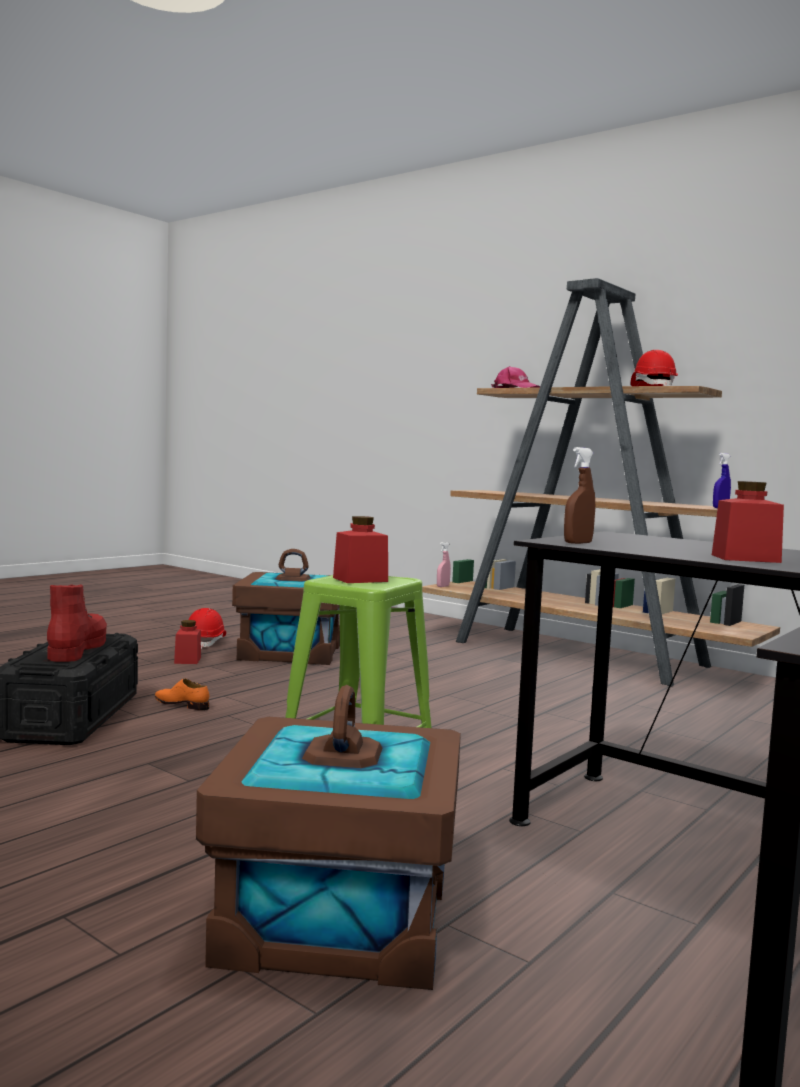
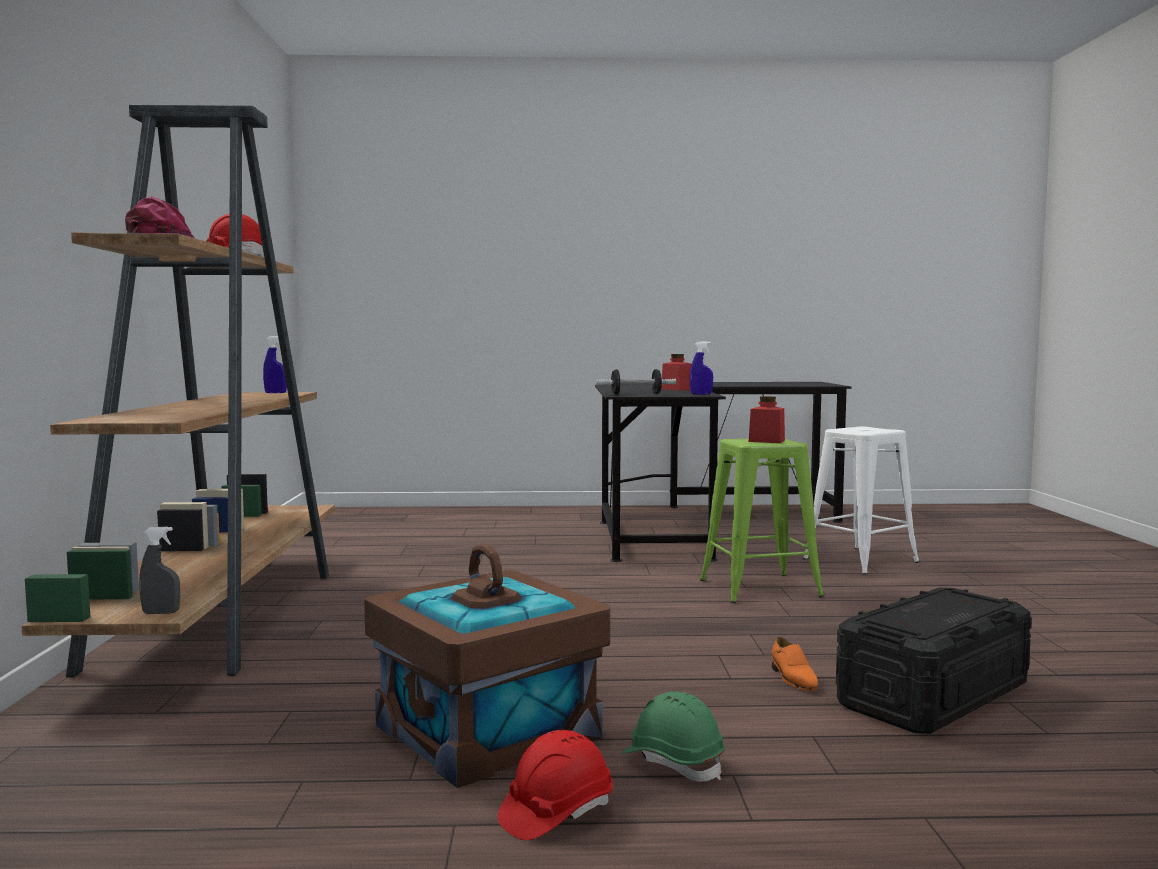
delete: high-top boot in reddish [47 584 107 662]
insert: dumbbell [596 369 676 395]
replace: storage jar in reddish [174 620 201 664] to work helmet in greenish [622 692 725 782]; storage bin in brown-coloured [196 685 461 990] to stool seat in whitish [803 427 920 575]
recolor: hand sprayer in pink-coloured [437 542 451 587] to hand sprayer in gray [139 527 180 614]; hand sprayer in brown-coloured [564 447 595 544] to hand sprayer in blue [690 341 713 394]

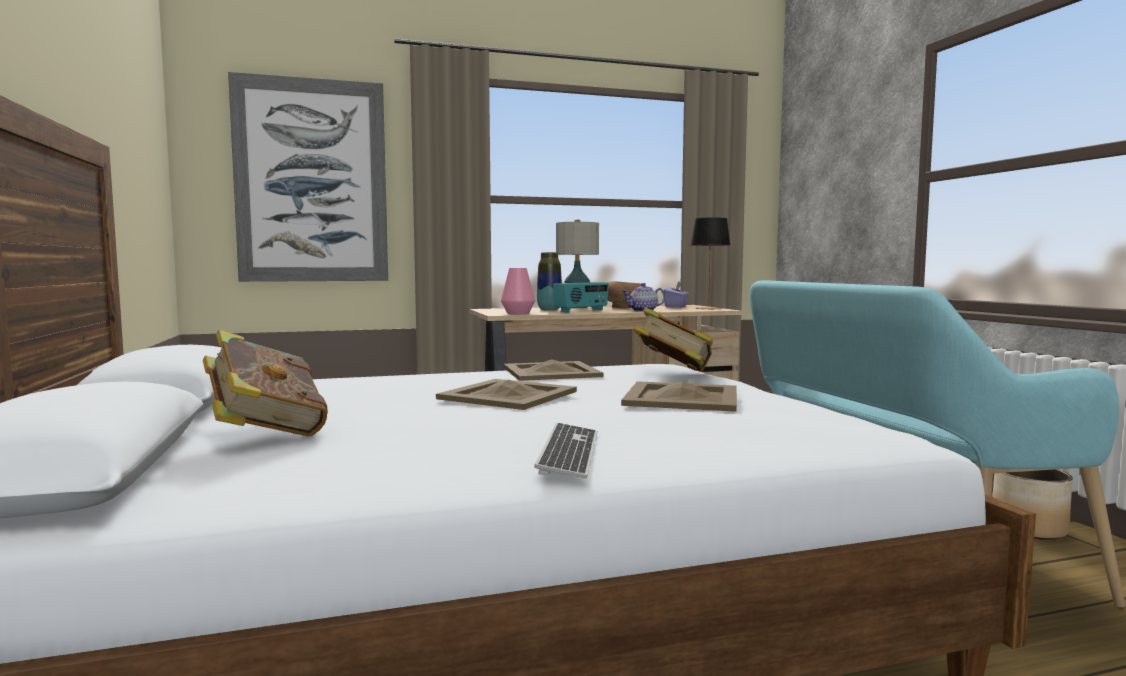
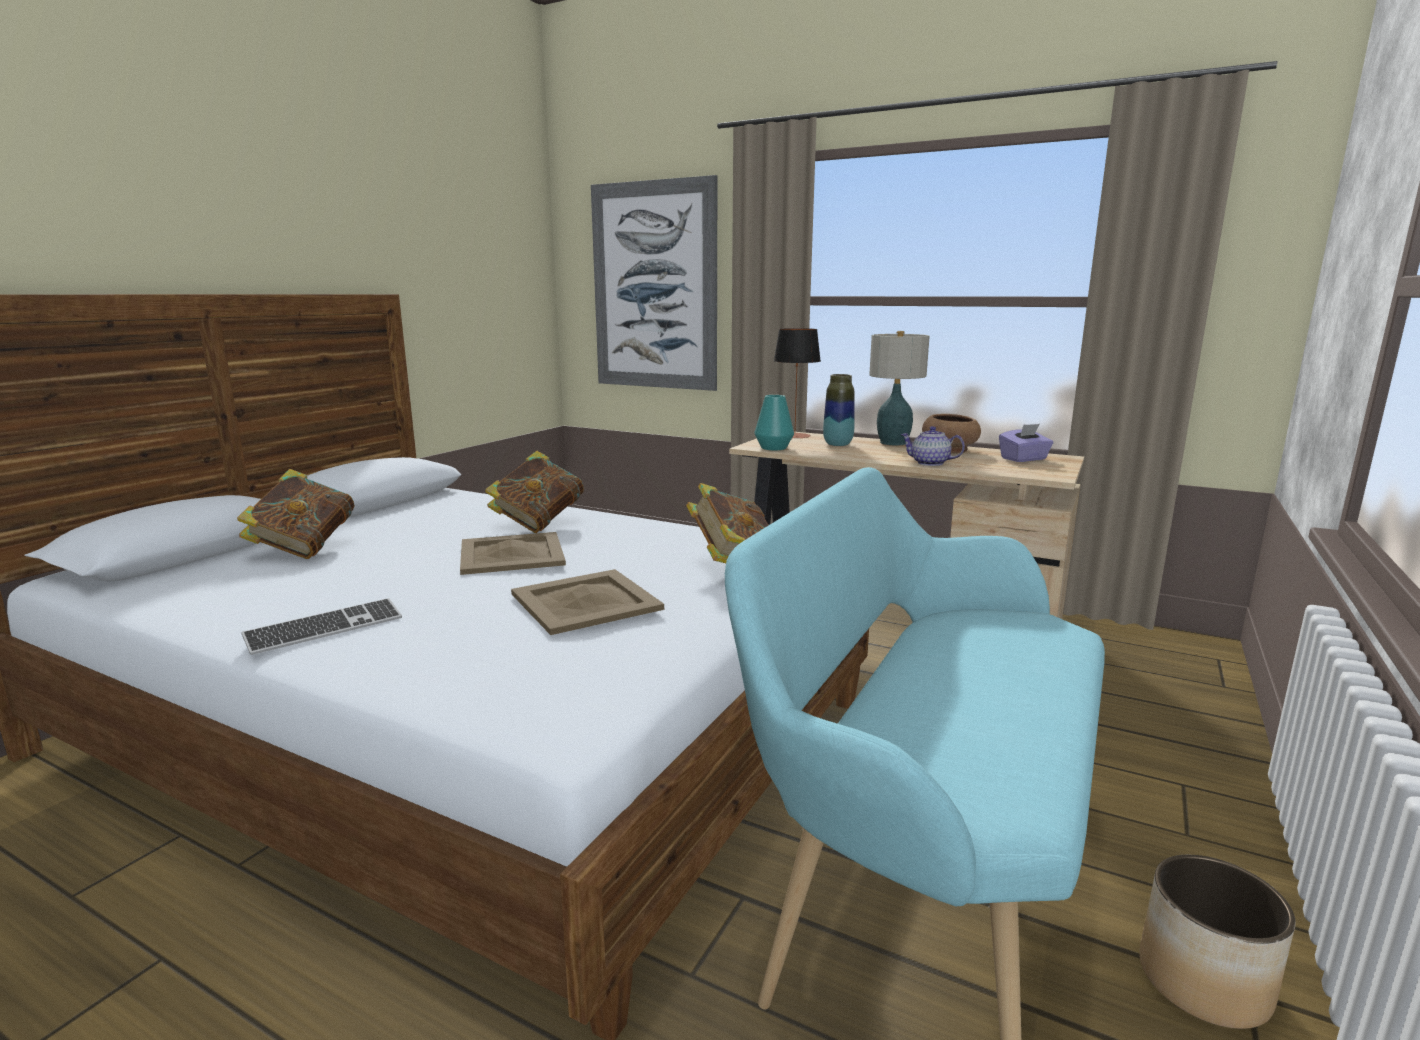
delete: tray in beige [504 359 603 381]; radio set [553 282 609 313]
insert: bound book [485 451 584 533]
move: table lamp [690 218 730 310] to [774 328 821 438]
recolor: vase in pink-coloured [501 268 535 314] to vase in turquoise [754 395 794 450]

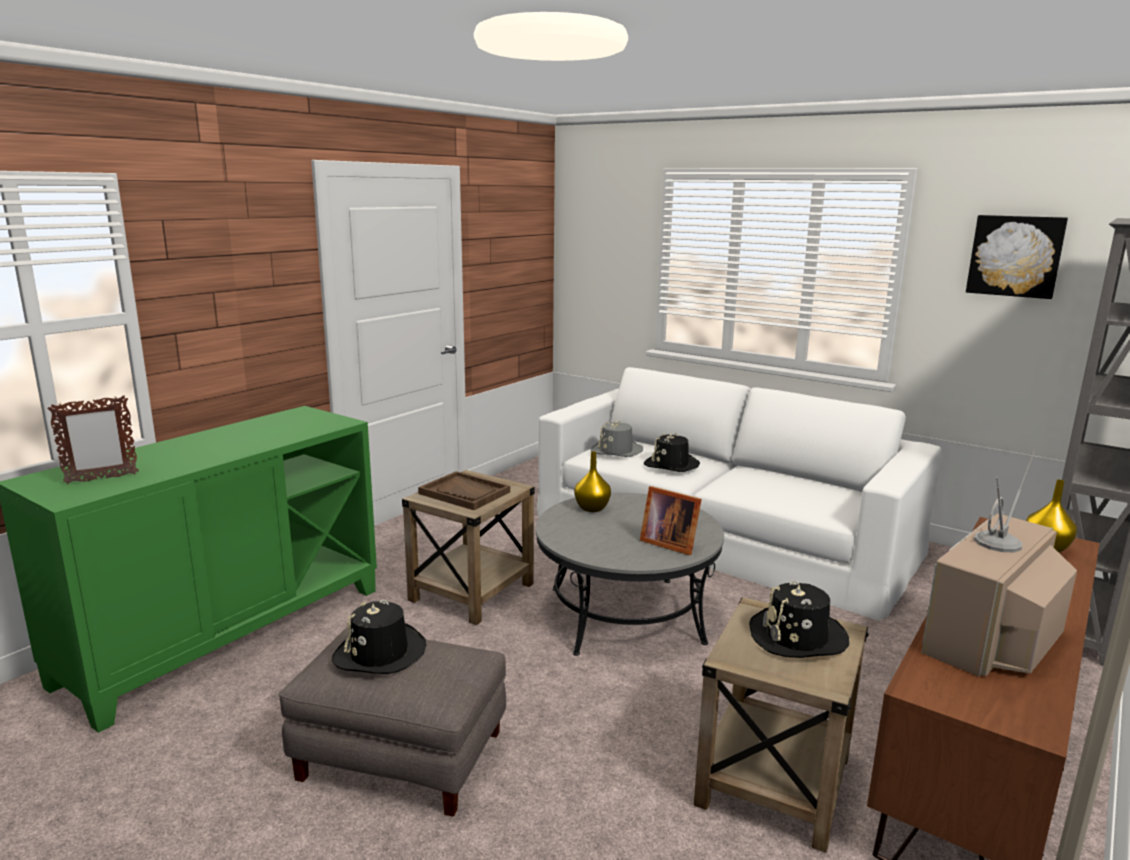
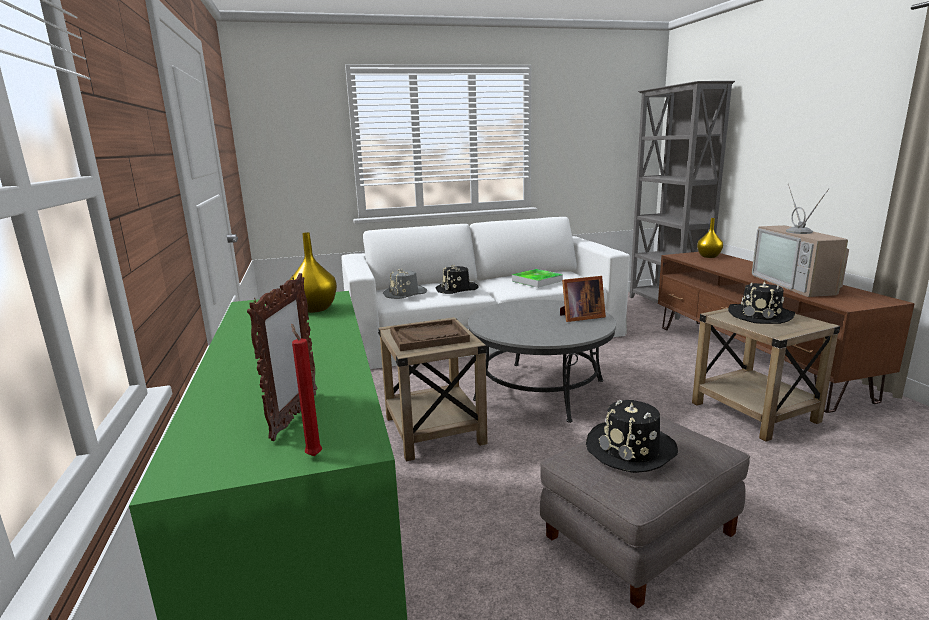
delete: picture [966 215 1068 299]
insert: candle in reddish [291 324 322 456]; tray [512 269 563 288]
move: vase in yellow [574 451 611 512] to [289 232 337 313]

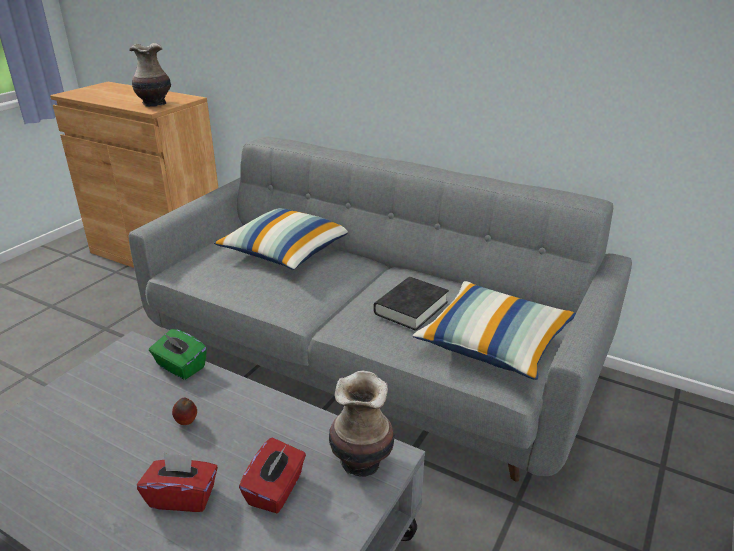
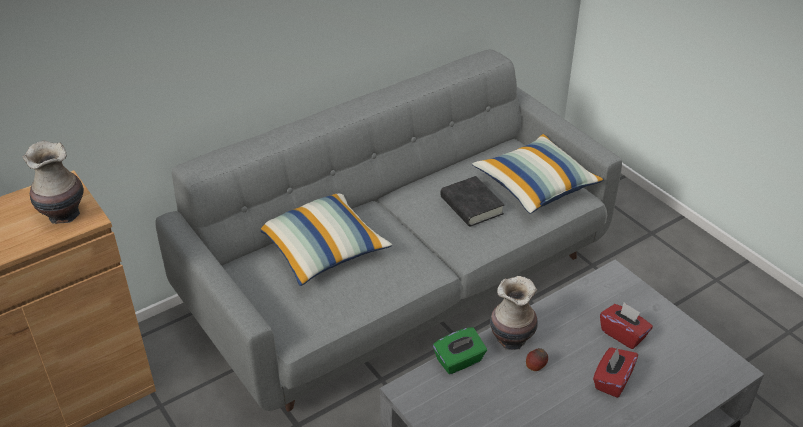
move: vase [329 371 394 477] to [490 276 538 350]

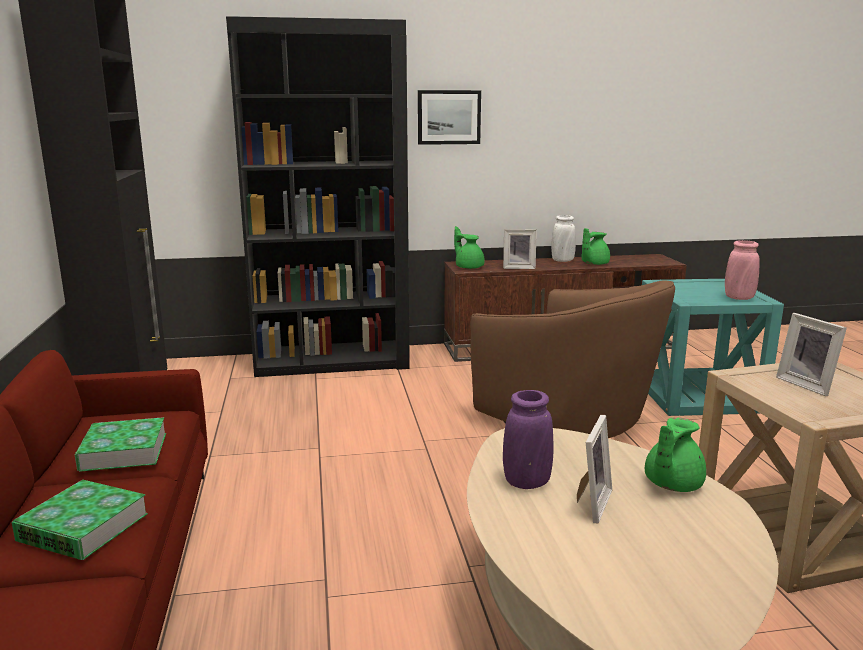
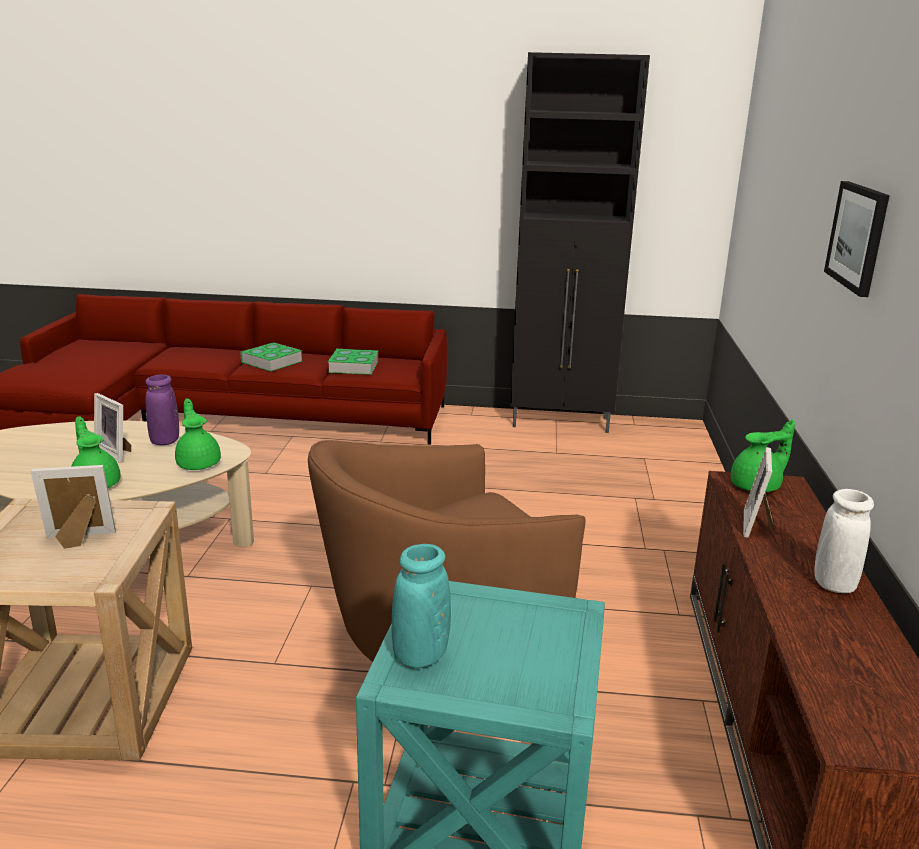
delete: bookshelf in blackish [226 16 410 377]
move: tea pot in greenish [581 228 610 265] to [175 399 221 470]
recolor: vase in pink-coloured [725 240 760 300] to vase in turquoise [392 544 451 668]

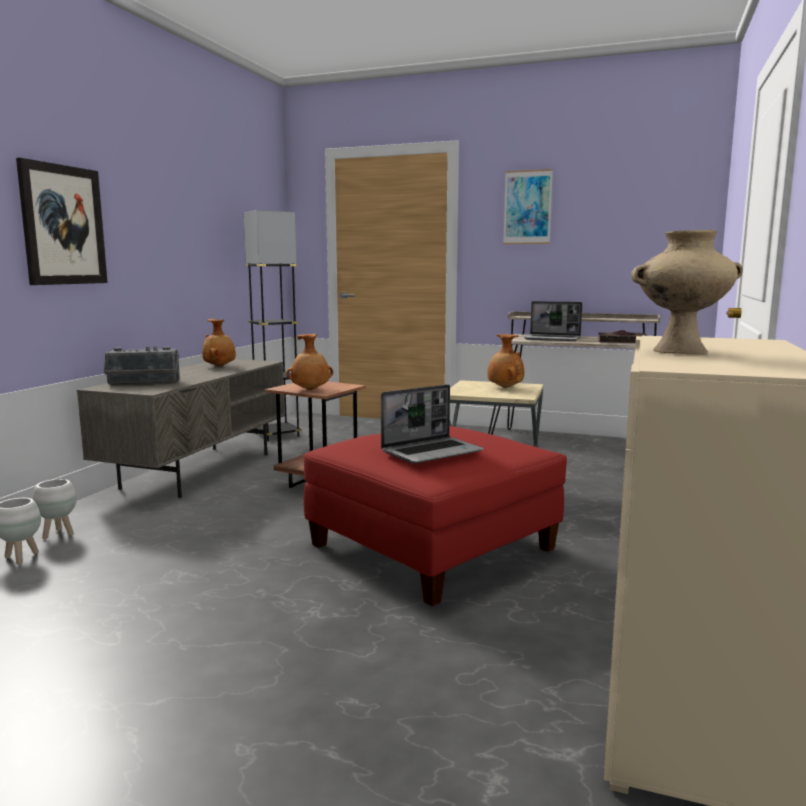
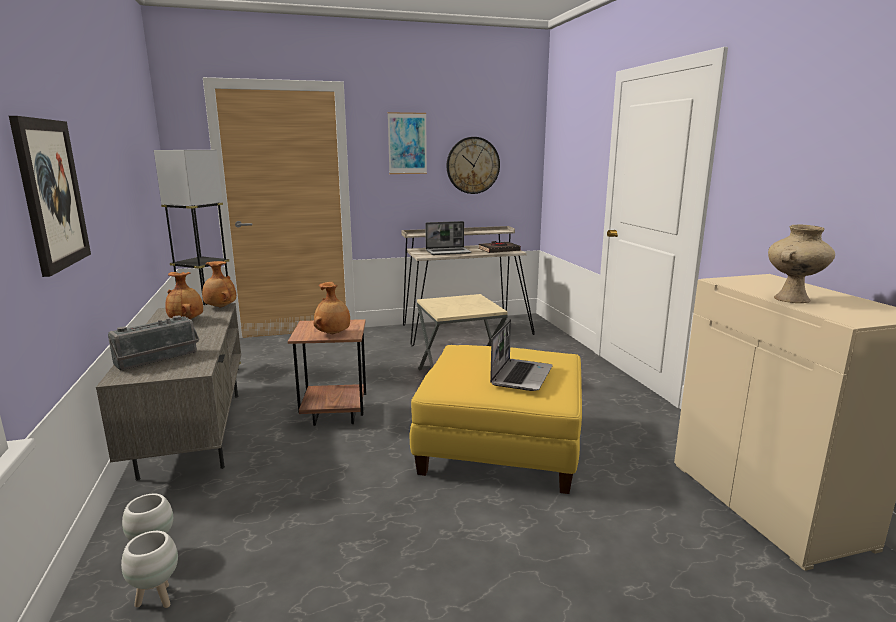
insert: wall clock [447 137 500 194]
move: vase in brown-coloured [487 334 524 388] to [202 261 236 308]
recolor: ottoman in reddish [303 426 567 606] to ottoman in yellow [410 345 582 494]

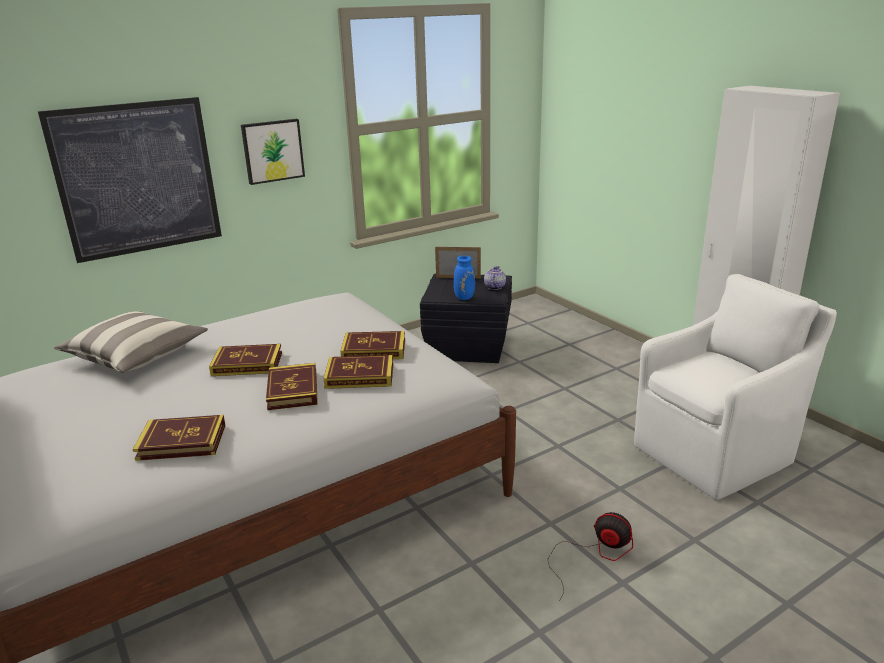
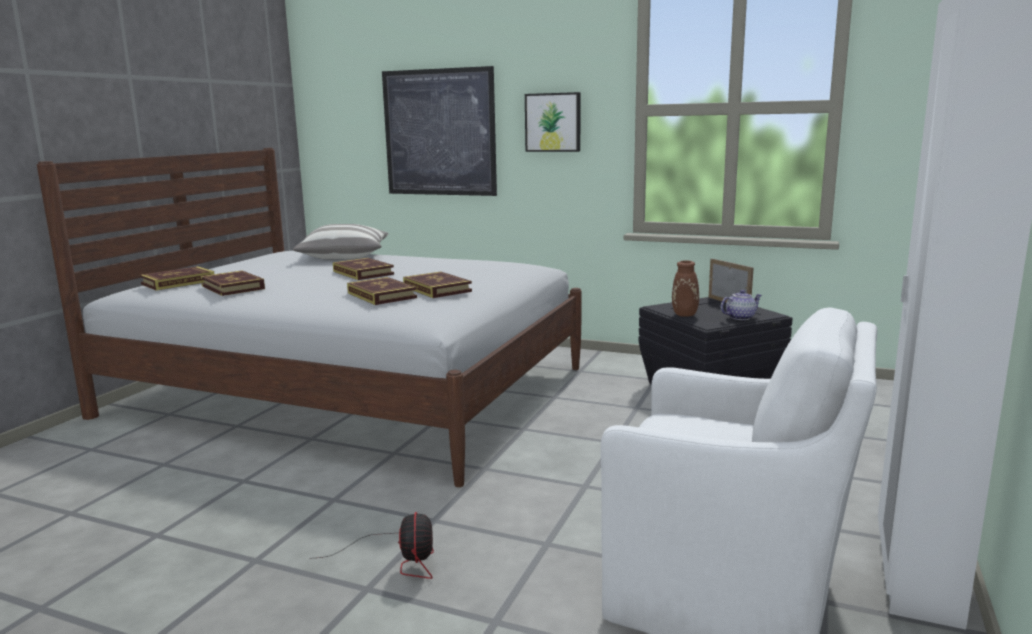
move: bound book [266 363 318 410] to [140 266 214 290]
recolor: vase in blue [454 256 475 300] to vase in brown-coloured [672 254 713 317]

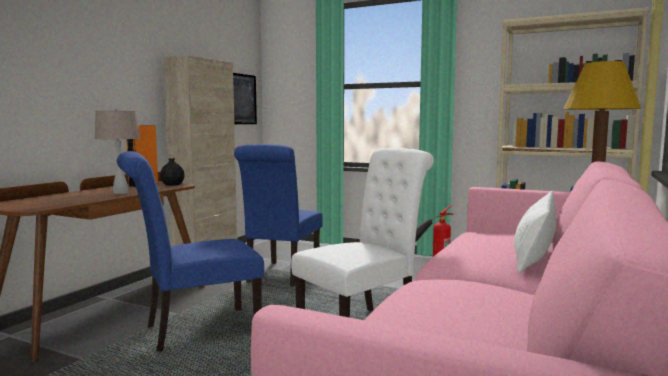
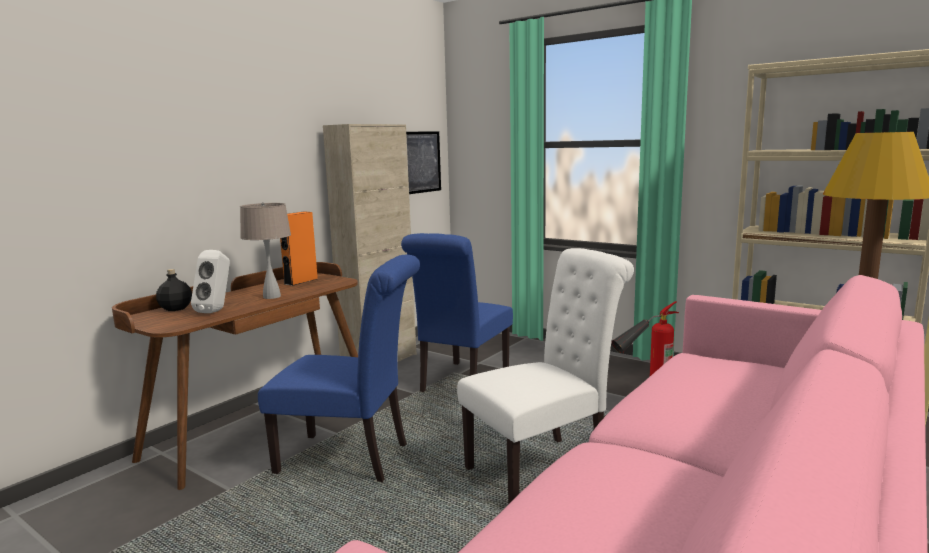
delete: cushion in whitish [514 190 556 273]
insert: loudspeaker in whitish [191 250 230 313]
move: beverage bottle in blackish [160 155 185 186] to [156 269 192 311]
rotate: upright chair in blue [117 151 264 352] = [258 255 420 482] 150 degrees counterclockwise

